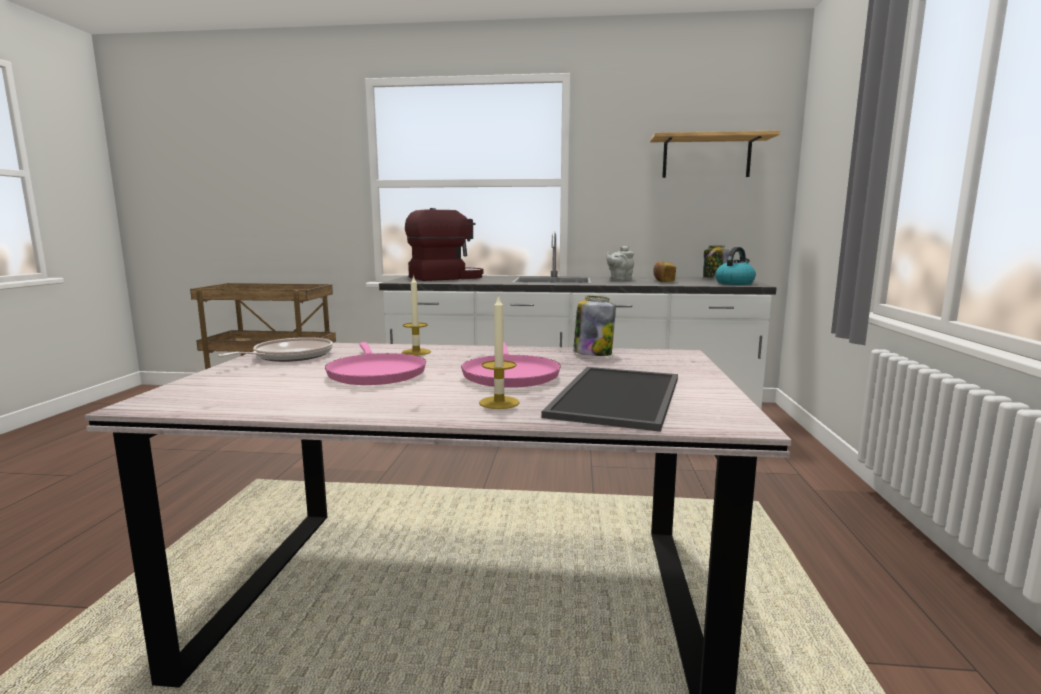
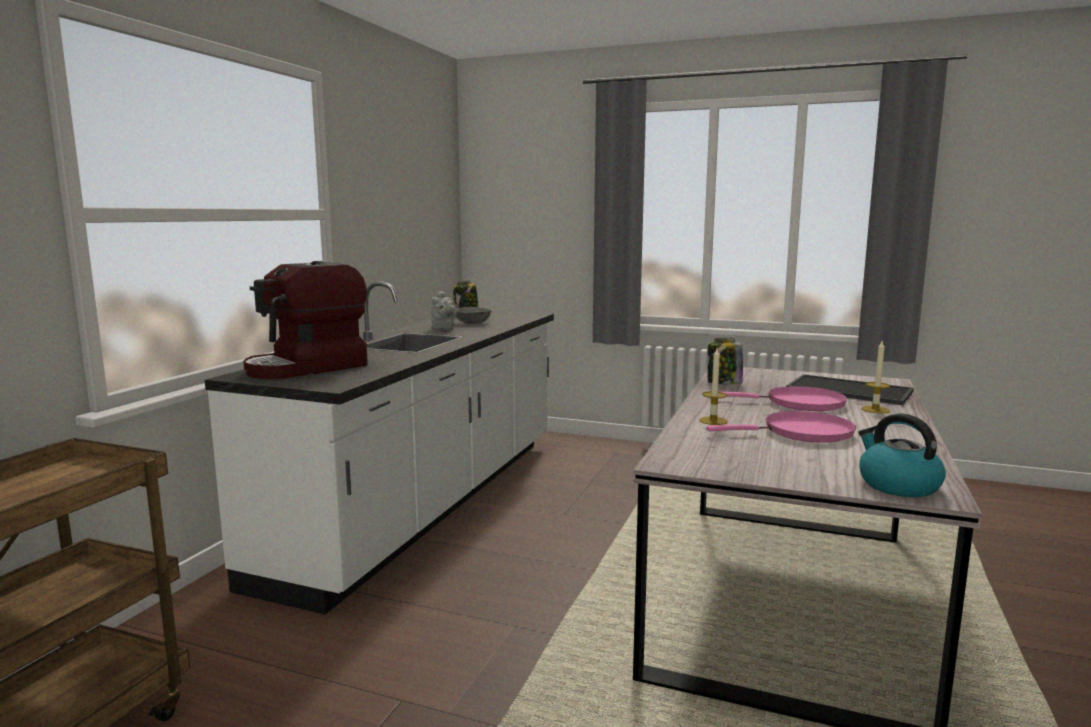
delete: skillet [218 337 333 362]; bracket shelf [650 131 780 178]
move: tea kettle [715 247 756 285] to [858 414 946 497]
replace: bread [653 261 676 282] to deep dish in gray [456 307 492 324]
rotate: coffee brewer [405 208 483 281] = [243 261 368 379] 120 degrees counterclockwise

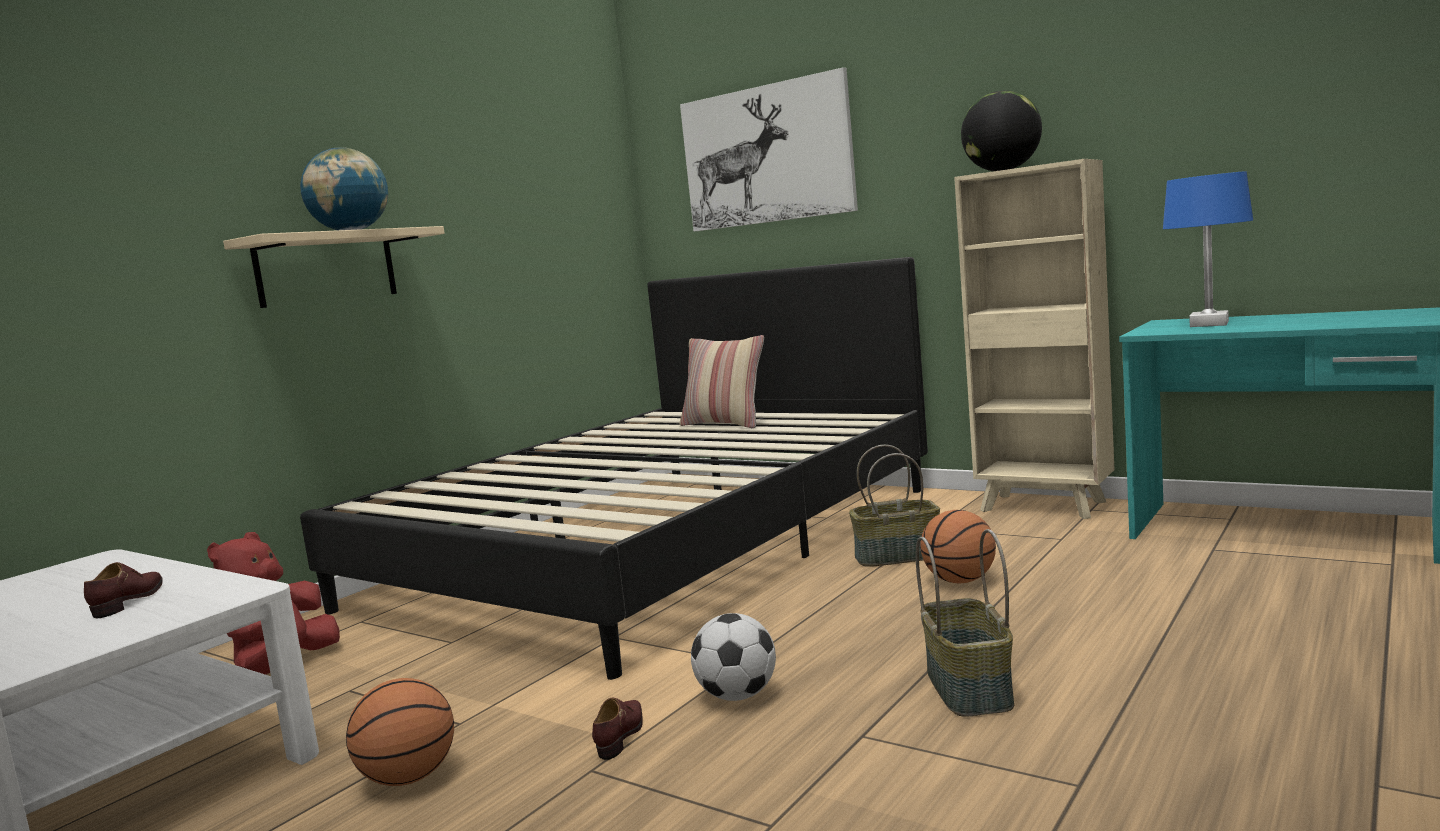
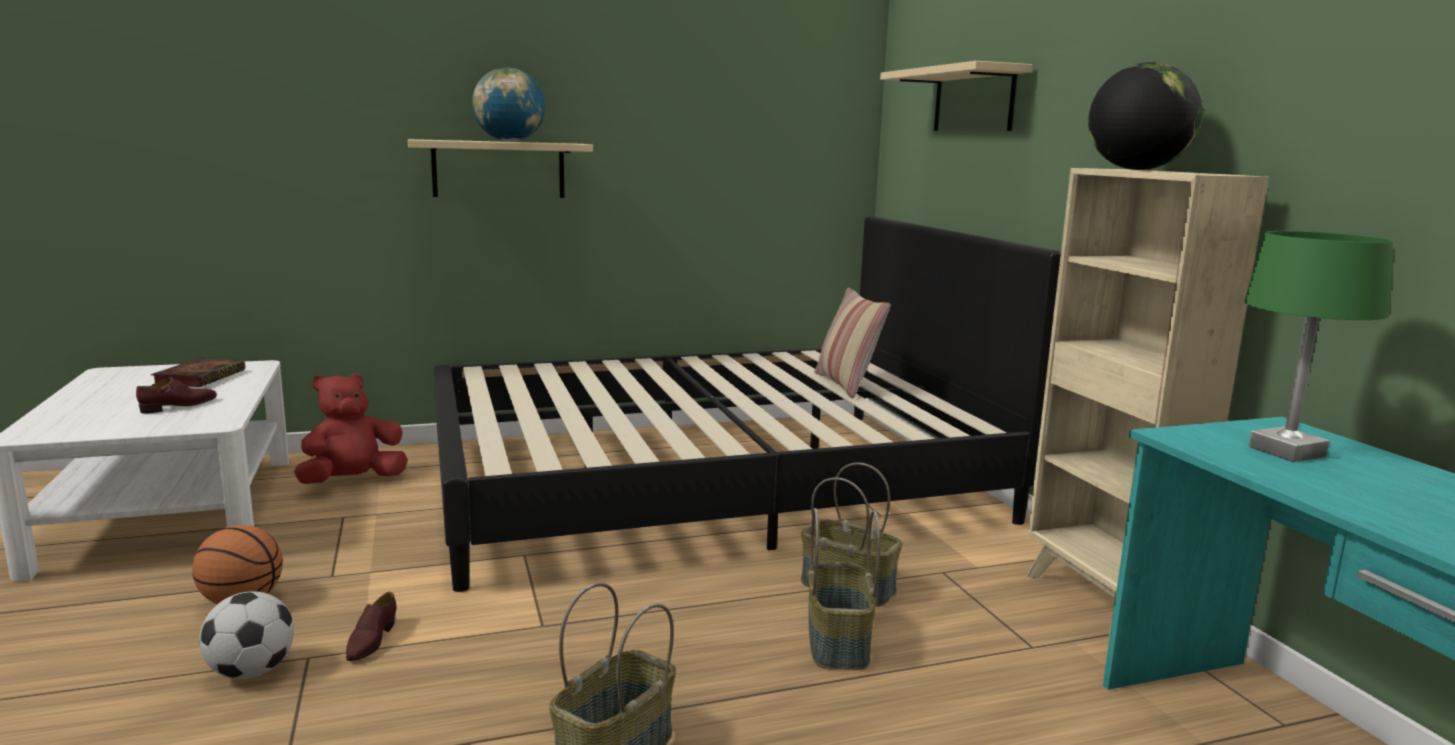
insert: bound book [151 358 245 387]
move: football ball [691 613 776 701] to [199 591 294 679]
replace: picture [680 67 858 231] to bracket shelf in beige [880 61 1032 131]; basketball ball [920 510 996 583] to storage basket [808 508 880 670]
recolor: table lamp in blue [1163 171 1253 327] to table lamp in greenish [1245 231 1394 462]
rotate: shoe in brown-coloured [592 698 643 760] = [346 592 397 661] 135 degrees clockwise

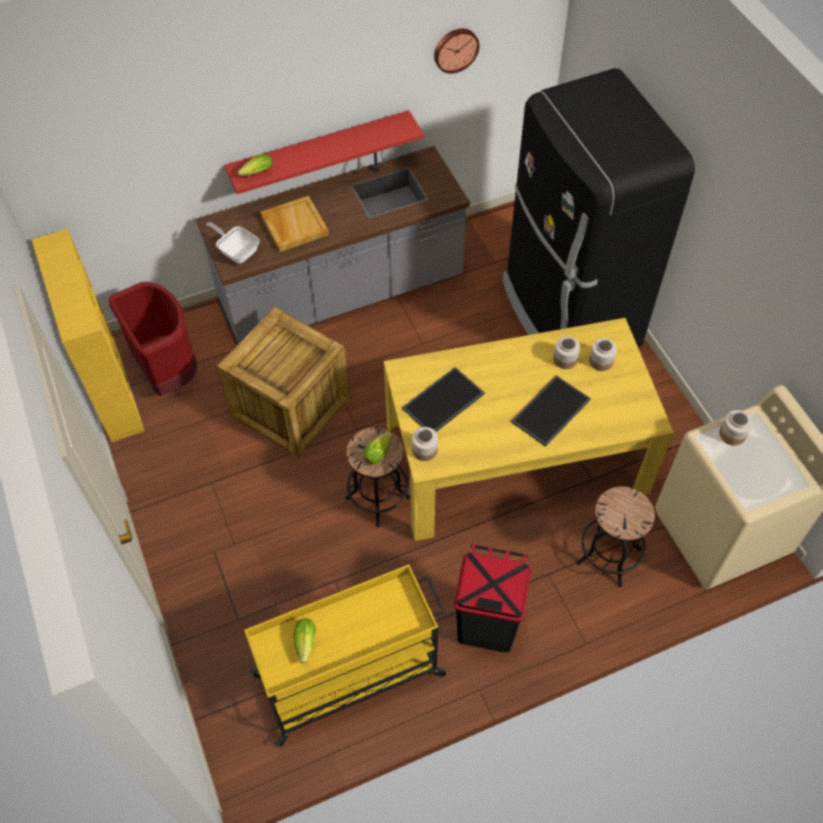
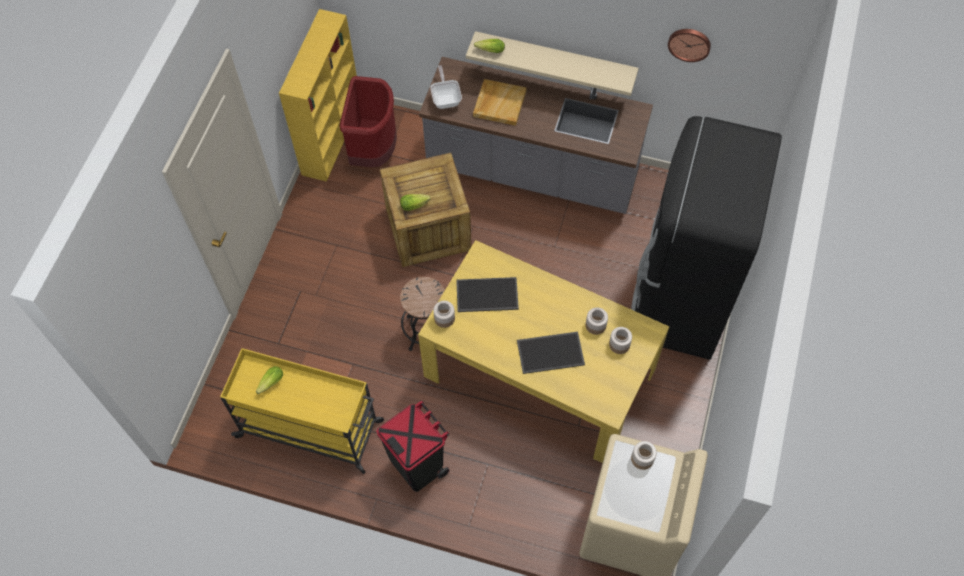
delete: stool seat in blackish [576 487 655 587]
move: head of lettuce [363 431 393 465] to [400 194 430 211]
recolor: bracket shelf in reddish [224 110 424 194] to bracket shelf in beige [466 31 639 96]

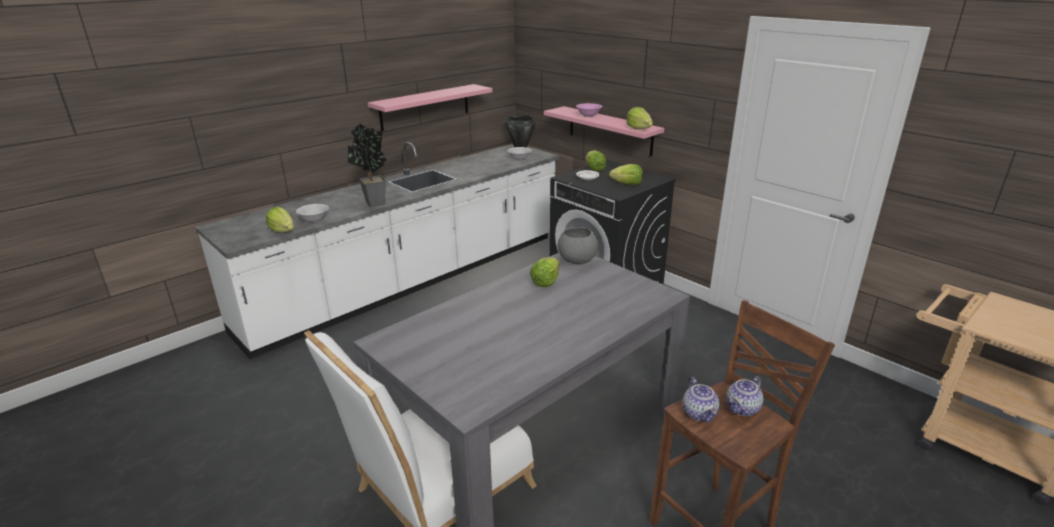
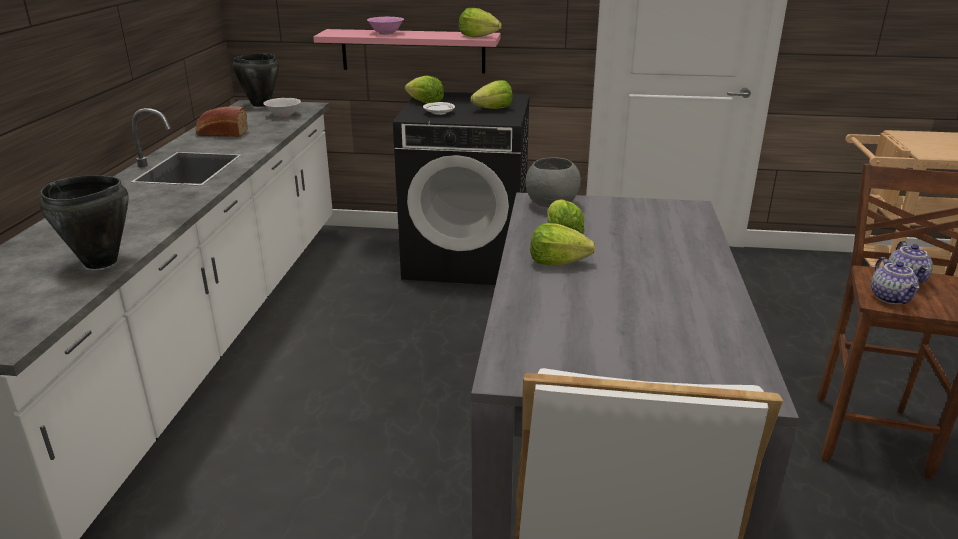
delete: plant in a pot [348 124 387 207]; bracket shelf in pink-coloured [368 84 492 131]
insert: bread [196 106 247 137]
move: head of lettuce [266 207 294 233] to [530 223 596 266]
replace: deep dish in whitish [296 204 329 222] to saucepot in blackish [39 175 129 269]
rotate: tea pot [683 377 719 423] = [871 257 920 305] 45 degrees clockwise

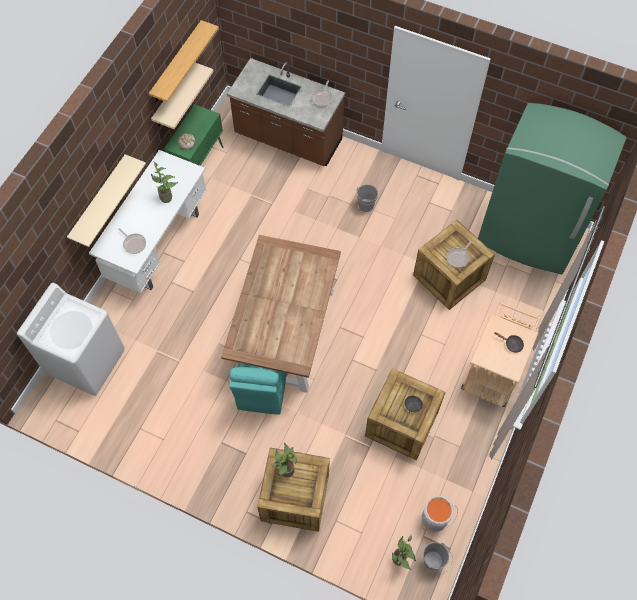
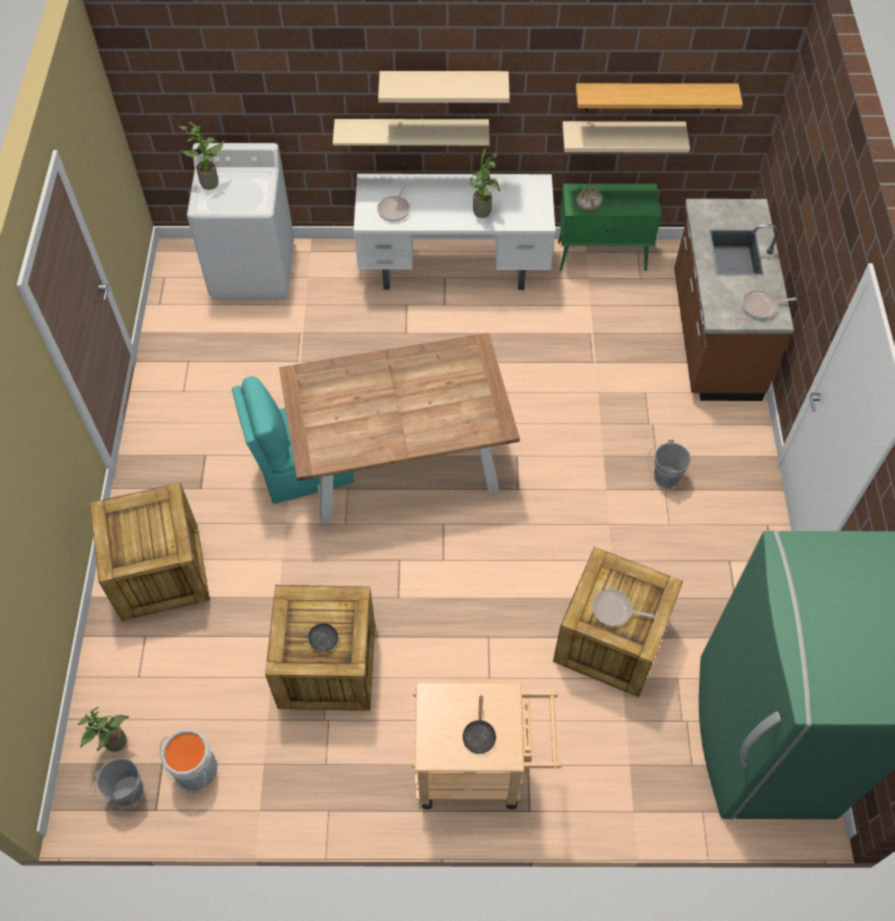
insert: bracket shelf in beige [378 71 510 103]
move: plant in a pot [272 443 297 477] to [179 121 224 190]

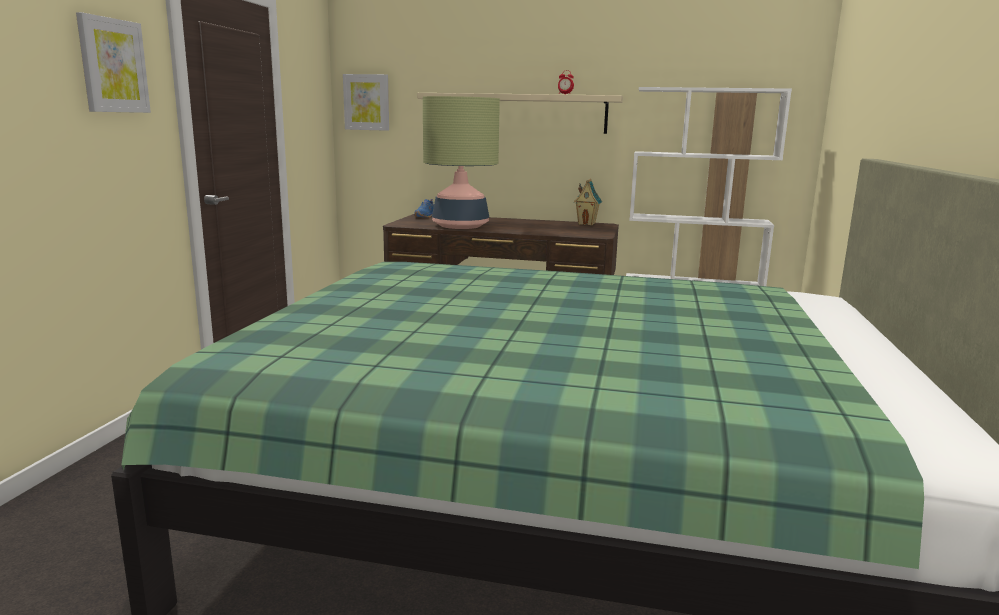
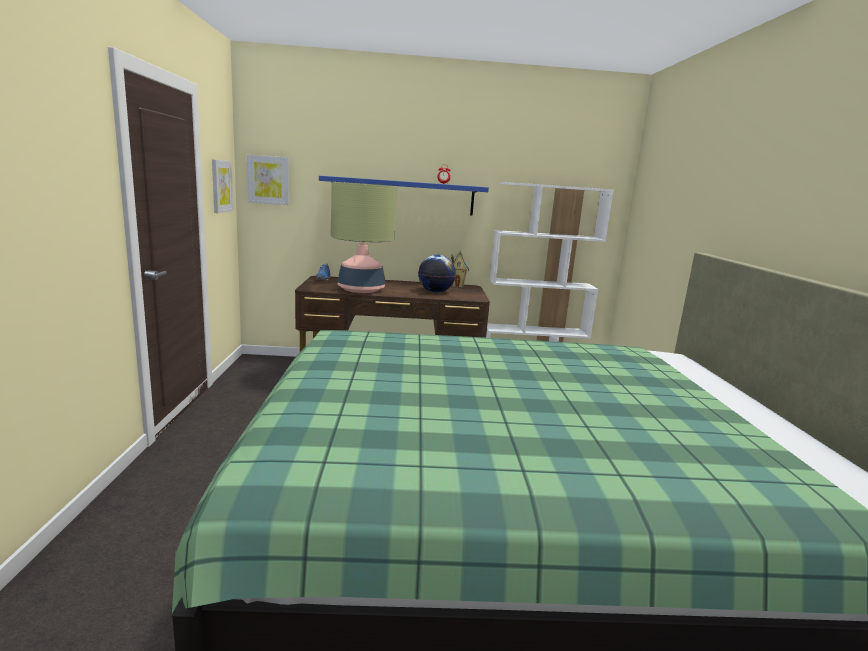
insert: globe [418 255 456 293]
move: picture [76 12 151 113] to [212 159 233 213]
recolor: bracket shelf in beige [417 93 623 134] to bracket shelf in blue [319 176 489 215]

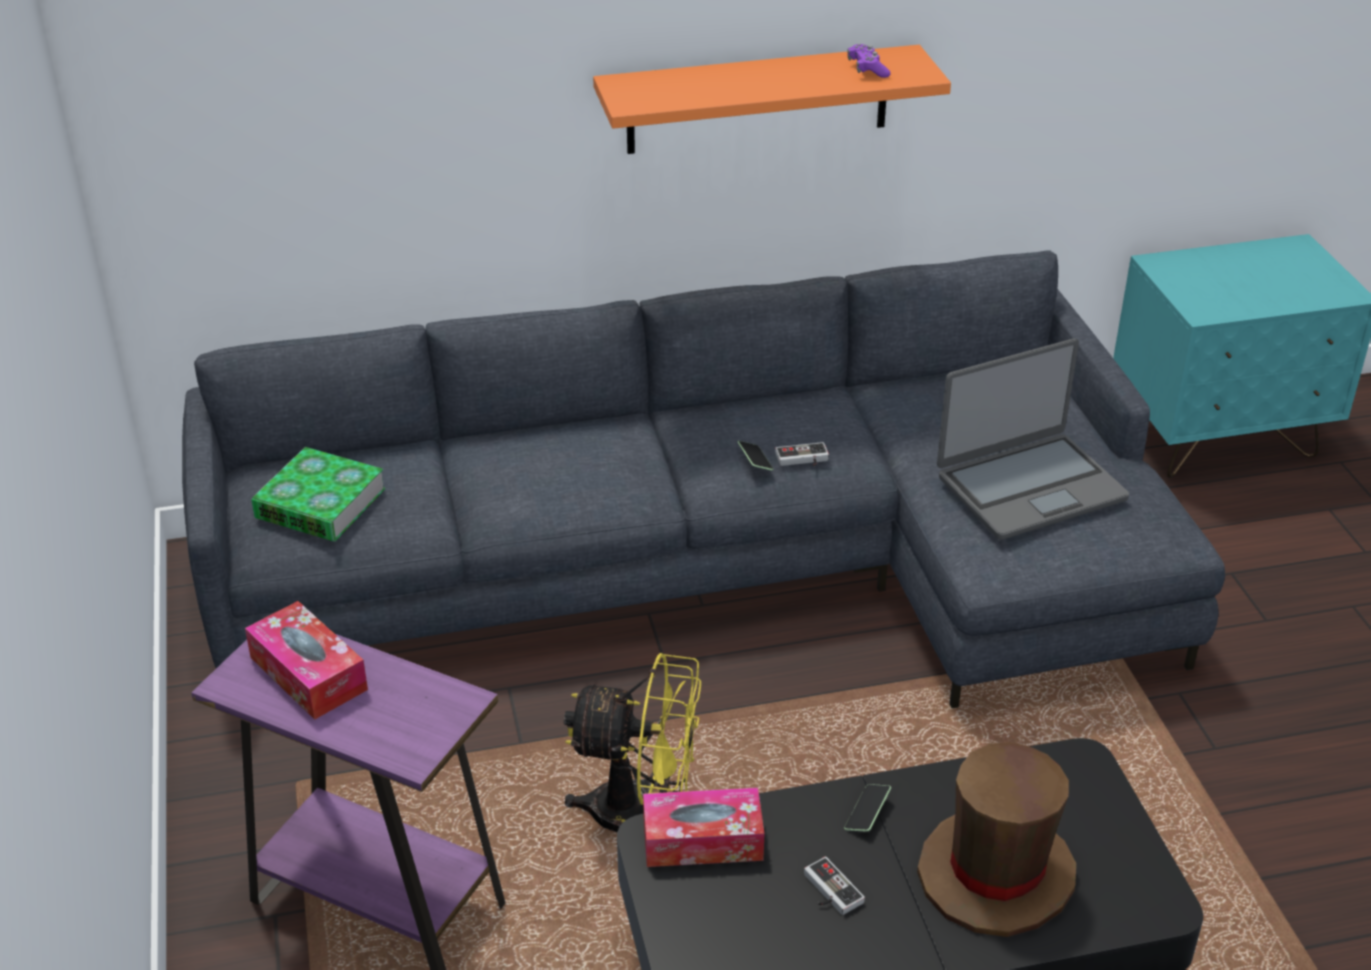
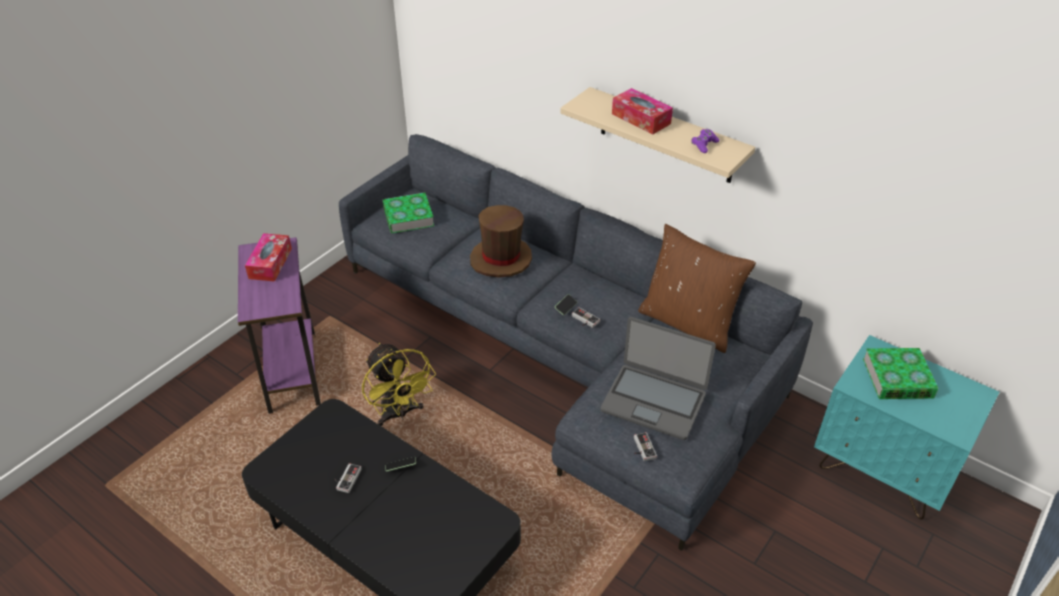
insert: gamepad [634 432 657 461]; cushion in brown-coloured [638 224 756 353]; bound book [863 348 939 399]
move: tissue holder [643 788 764 867] to [612 88 673 135]; hat in brown-coloured [917 742 1076 937] to [470 205 532 278]
recolor: bracket shelf in orangey [593 45 951 154] to bracket shelf in beige [560 87 755 183]

